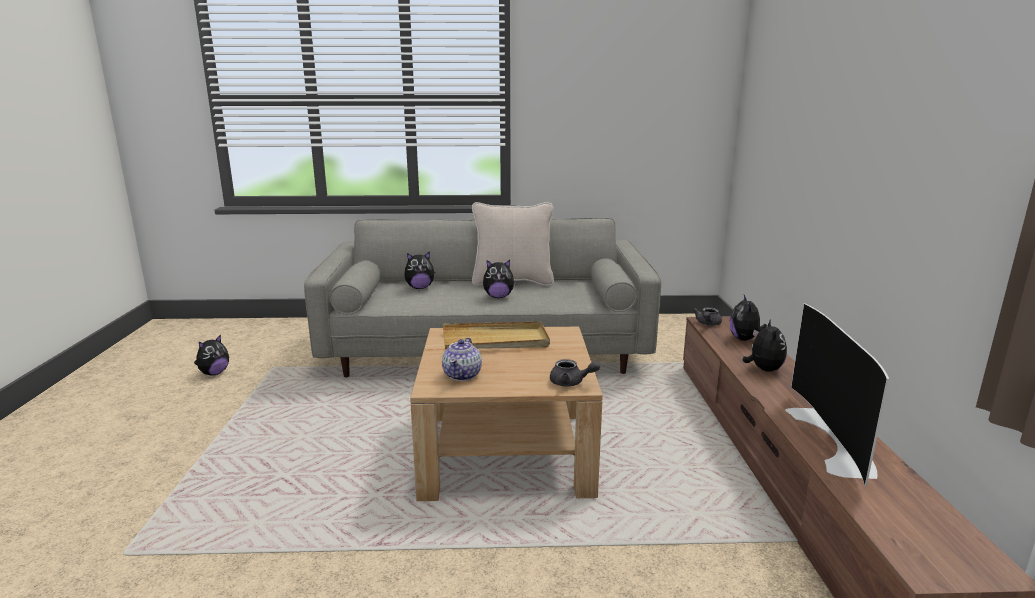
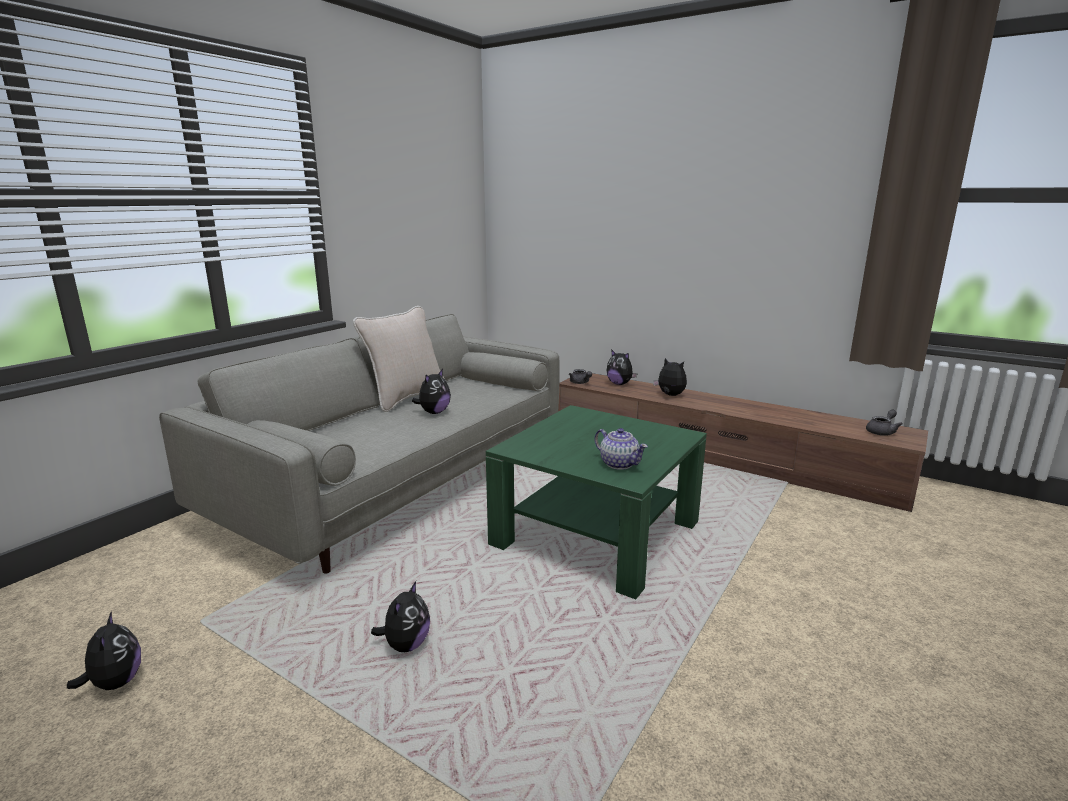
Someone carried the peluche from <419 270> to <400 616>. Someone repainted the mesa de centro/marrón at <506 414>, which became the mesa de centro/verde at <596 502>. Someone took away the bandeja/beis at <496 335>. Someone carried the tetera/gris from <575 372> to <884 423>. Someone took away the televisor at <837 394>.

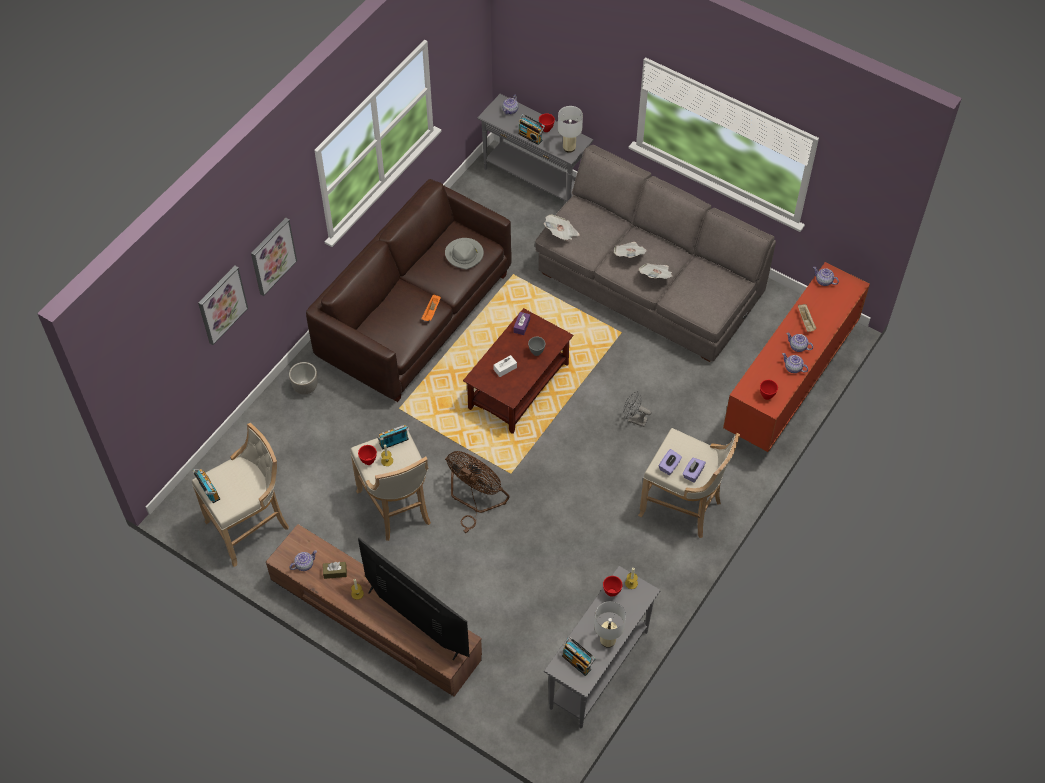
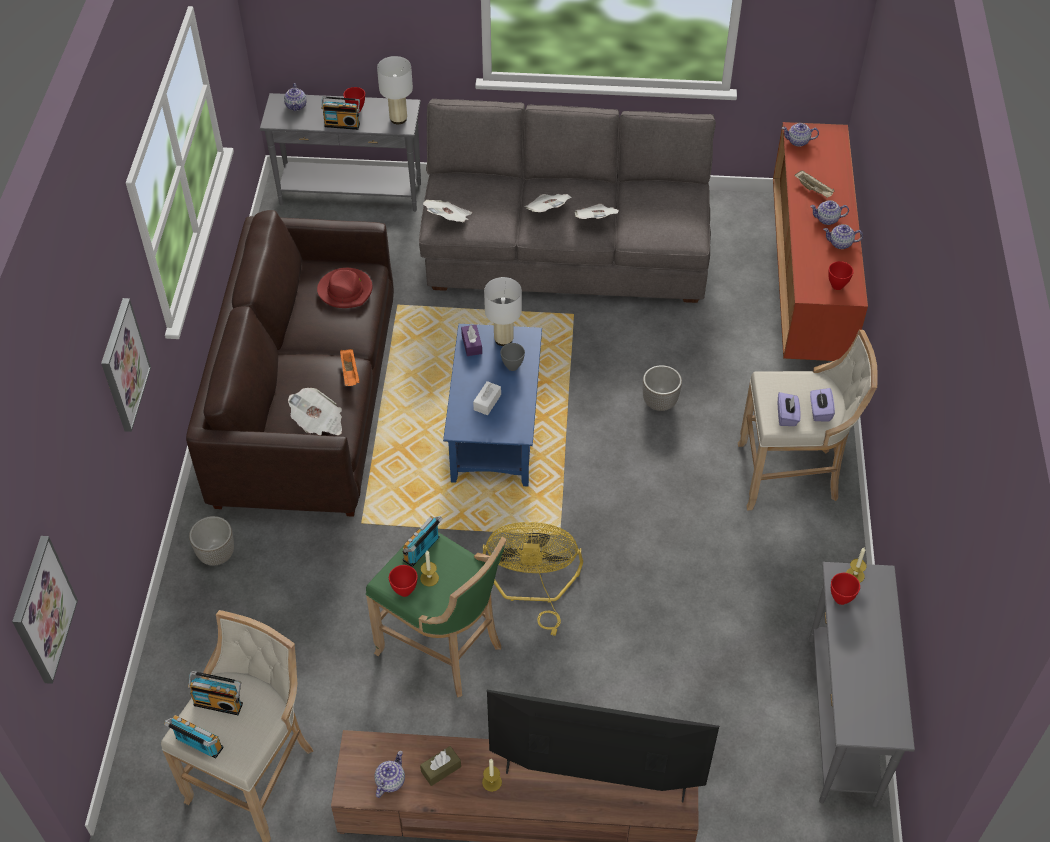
Someone carried the cuadro from <223 305> to <45 610>. Someone repainted the taburete/beis at <390 486>, which became the taburete/verde at <436 614>. Someone repainted the sombrero/gris at <464 254>, which became the sombrero/rojo at <345 288>. Someone repainted the ventilador/marrón at <477 492>, which became the ventilador/amarillo at <533 579>. Someone repainted the mesa de centro/marrón at <518 371>, which became the mesa de centro/azul at <492 405>. Someone carried the radio from <579 656> to <215 693>. Someone carried the lámpara de mesa/blanco from <610 624> to <503 311>. Someone swapped the ventilador/gris at <637 409> for the maceta at <662 388>. Someone put down the periódico at <315 411>.

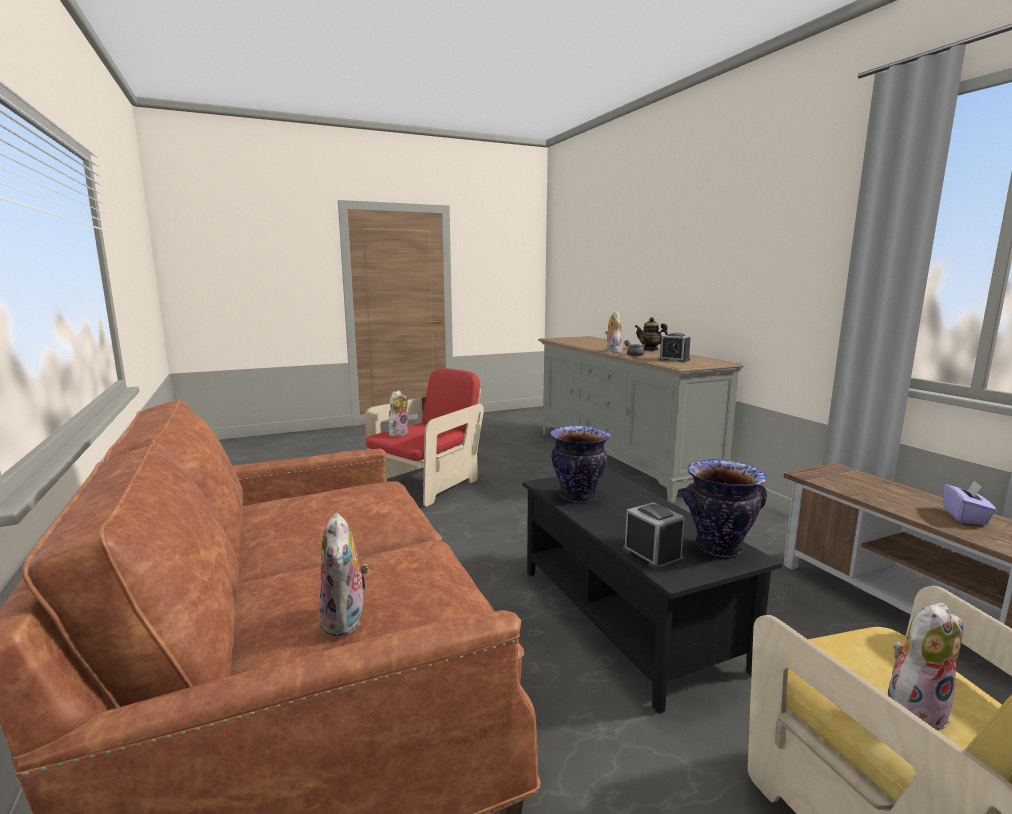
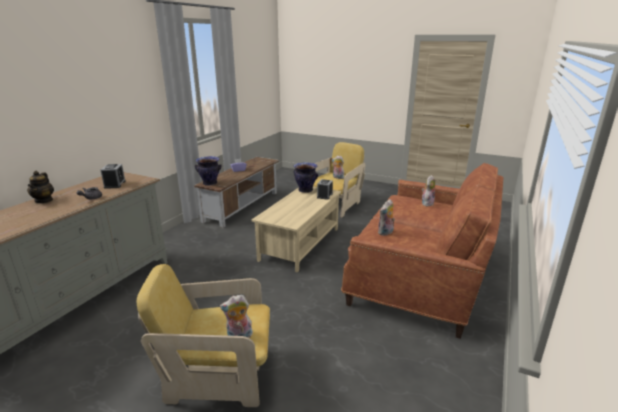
Someone repainted the sillón/rojo at <424 437>, which became the sillón/amarillo at <203 335>. Someone repainted the mesa de centro/negro at <652 591>, which became the mesa de centro/beis at <296 229>. Someone carried the florero from <580 464> to <208 171>. Someone carried the peluche from <614 332> to <386 217>.

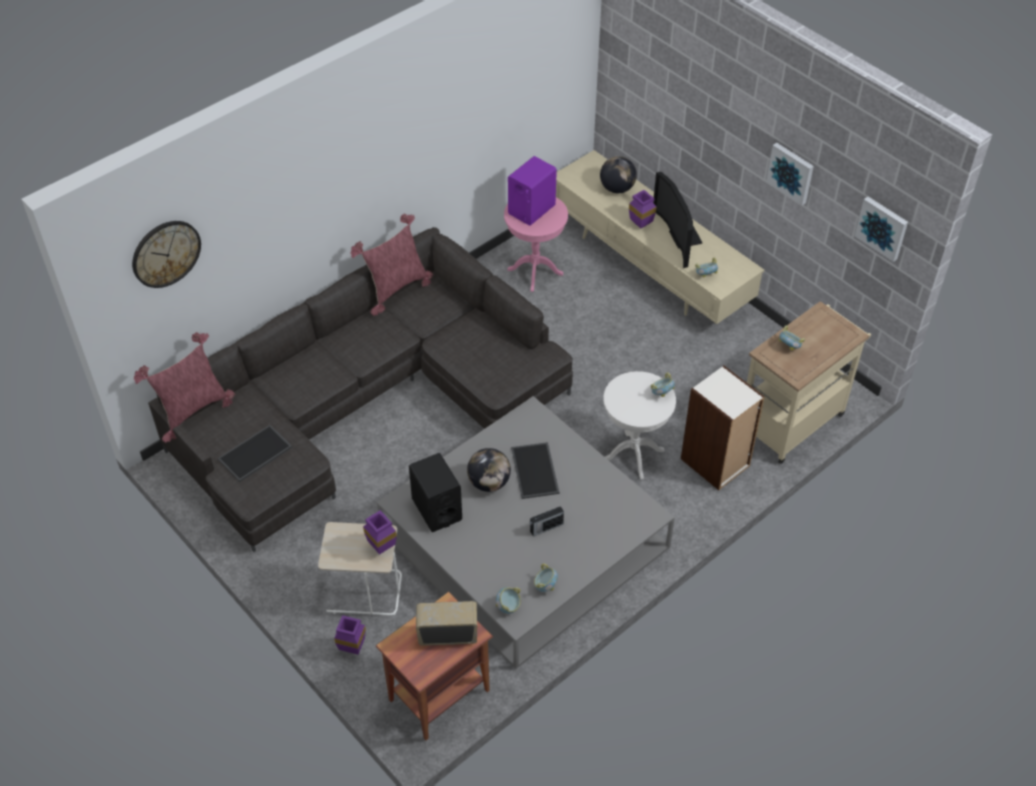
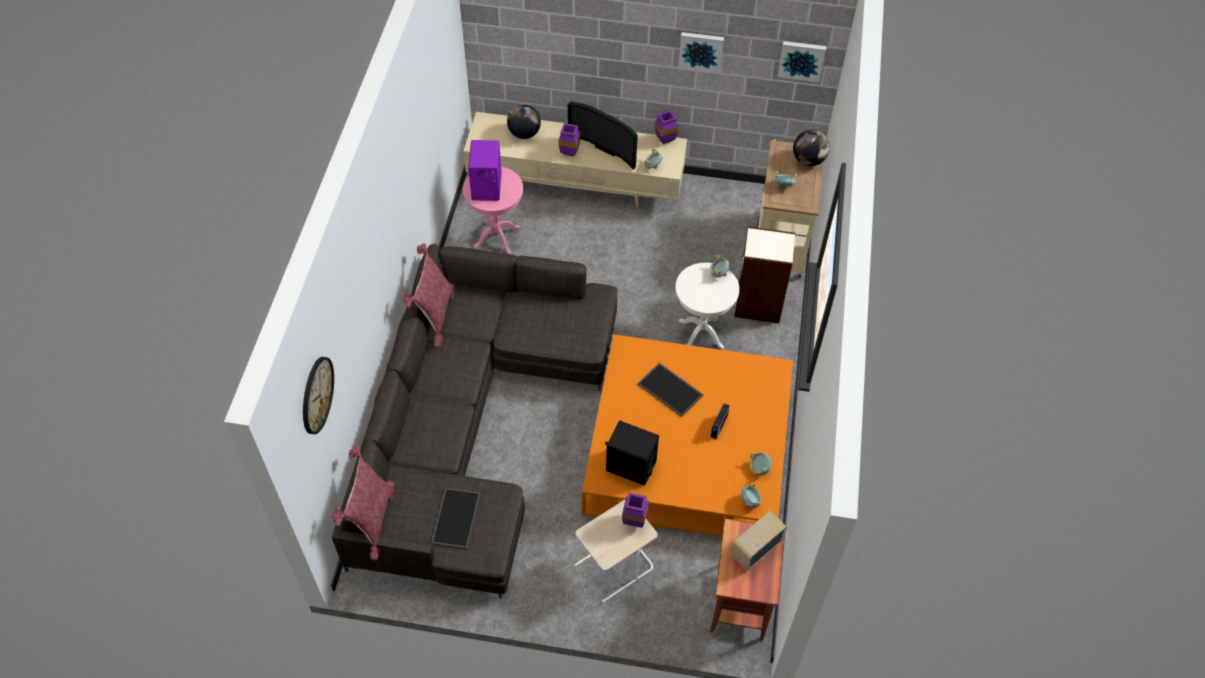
Someone carried the florero/morado from <350 635> to <666 127>. Someone repainted the mesa de centro/gris at <526 532>, which became the mesa de centro/naranja at <687 435>. Someone carried the globo terráqueo from <489 470> to <811 148>.

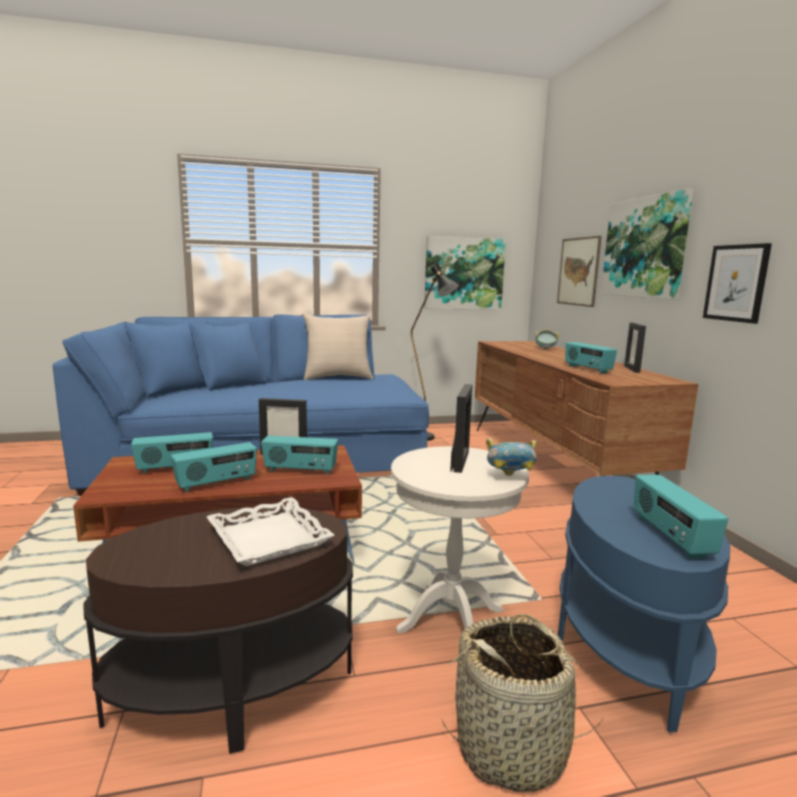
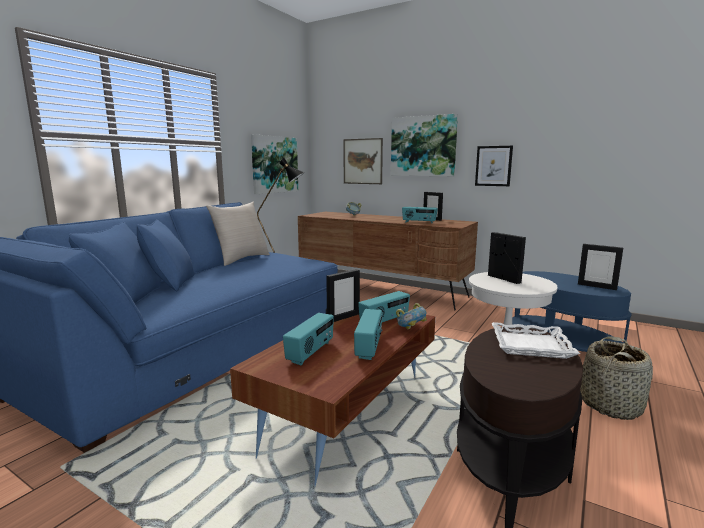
Someone carried the cuenco from <511 457> to <411 316>. Someone swapped the radio at <680 517> for the portarretratos at <600 267>.

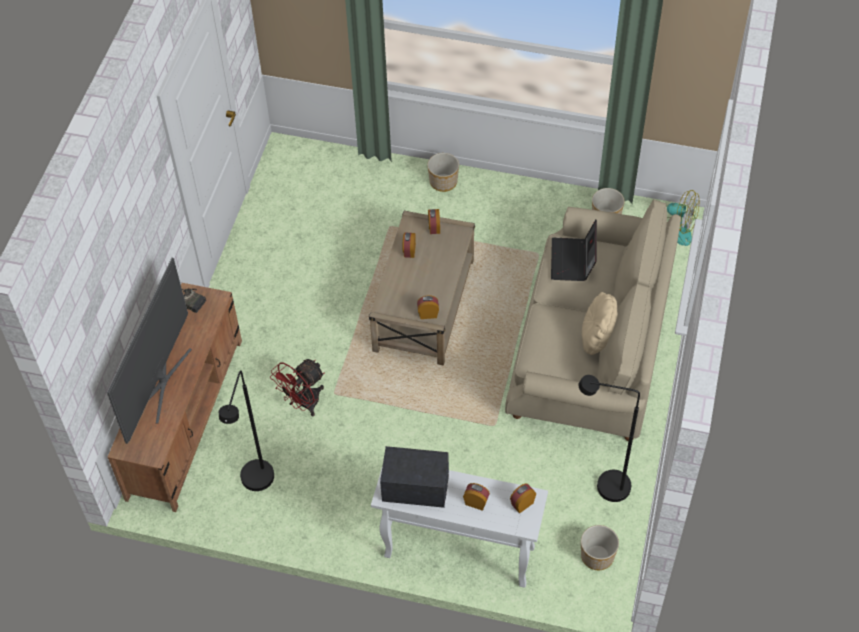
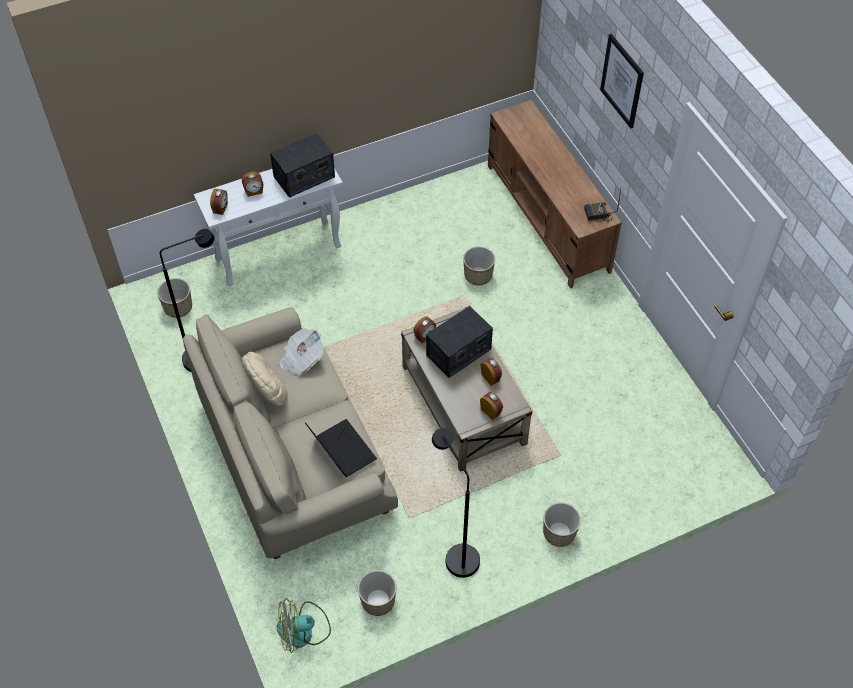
Someone took away the televisor at <149 350>. Someone carried the lámpara de pie/negro from <246 430> to <456 503>. Someone swapped the ventilador/rojo at <297 387> for the maceta at <479 265>. Someone put down the periódico at <301 352>. Someone put down the radio at <459 342>. Someone put up the cuadro at <622 81>.

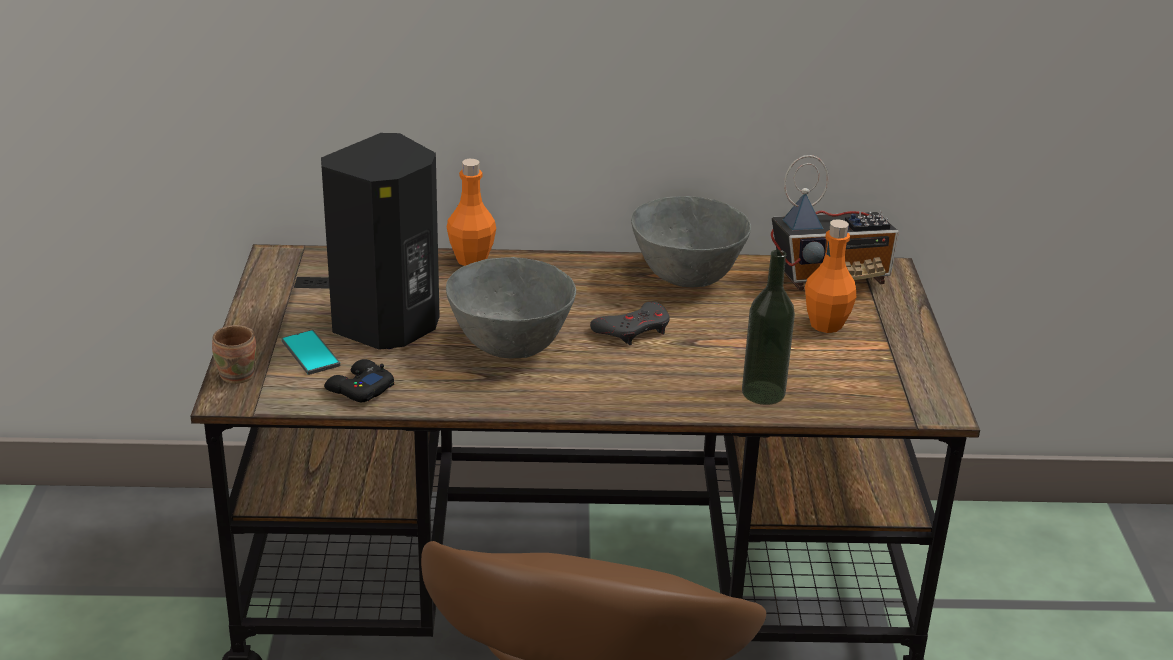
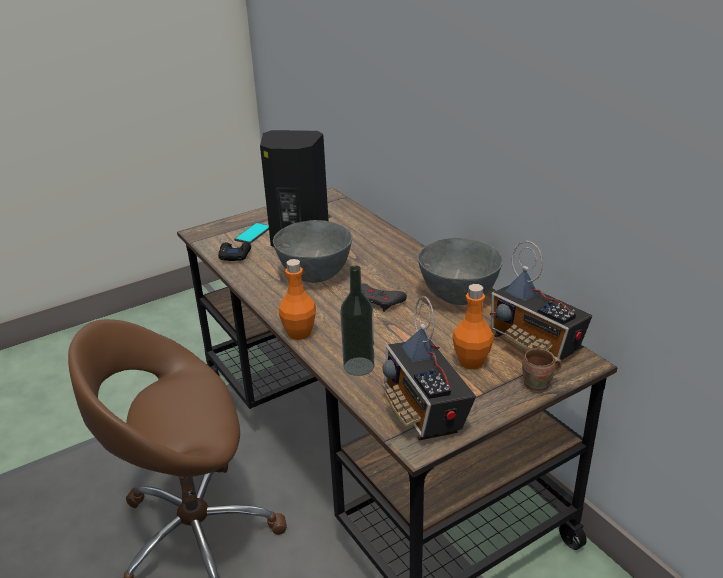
Someone carried the taza grande/marrón from <234 354> to <542 370>. Someone carried the botella/naranja from <471 212> to <297 299>. Someone put down the radio at <429 368>.

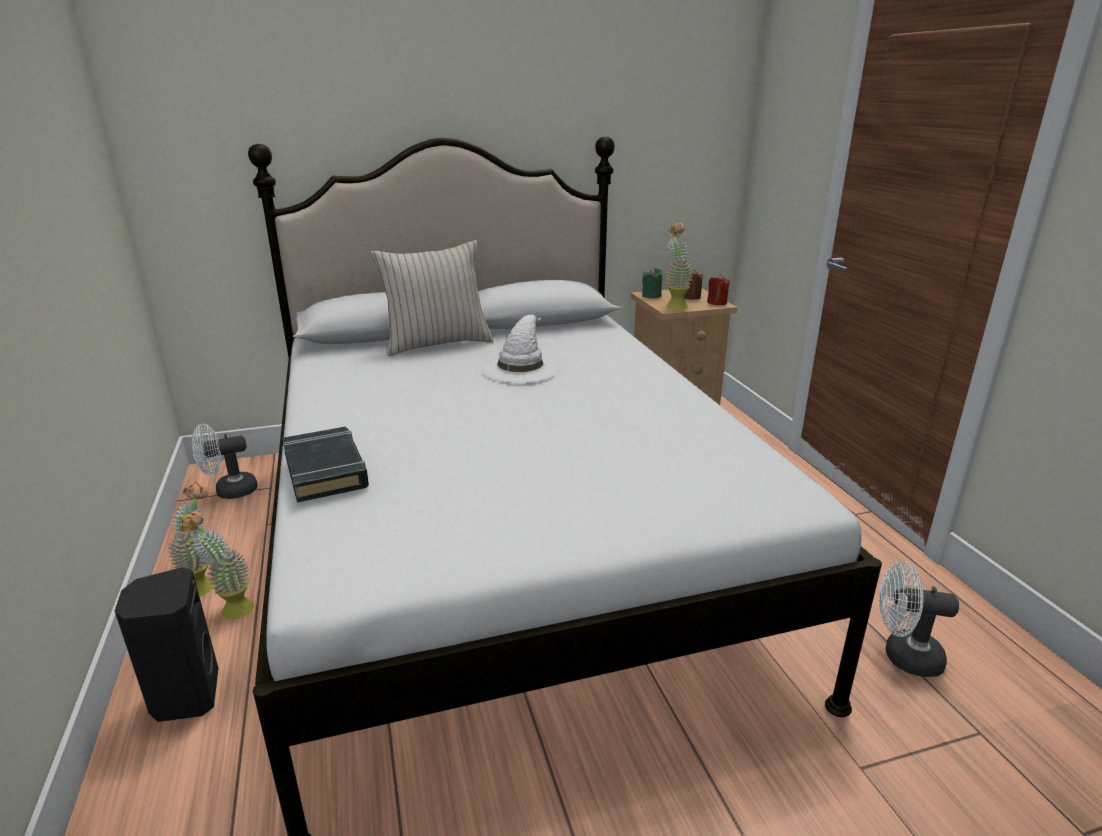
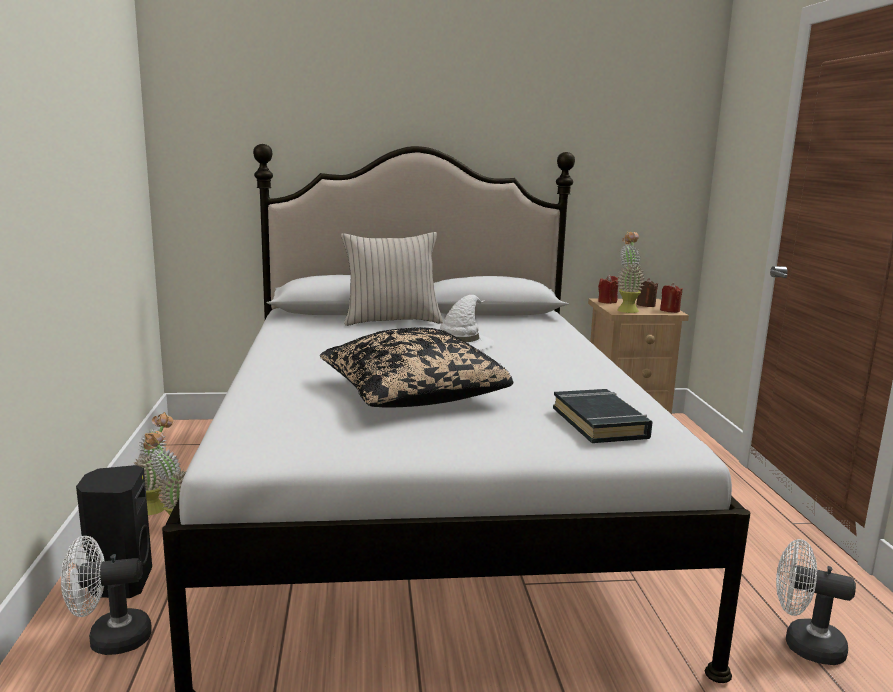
Someone carried the ventilador/blanco from <225 461> to <106 595>. Someone carried the libro/negro from <325 465> to <602 416>. Someone repainted the vela/verde at <652 283>, which became the vela/rojo at <608 289>. Someone put down the cojín/negro at <417 367>.

